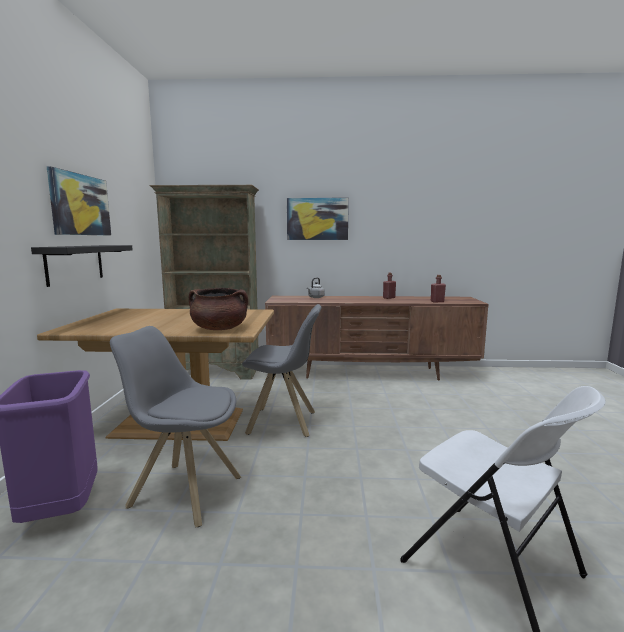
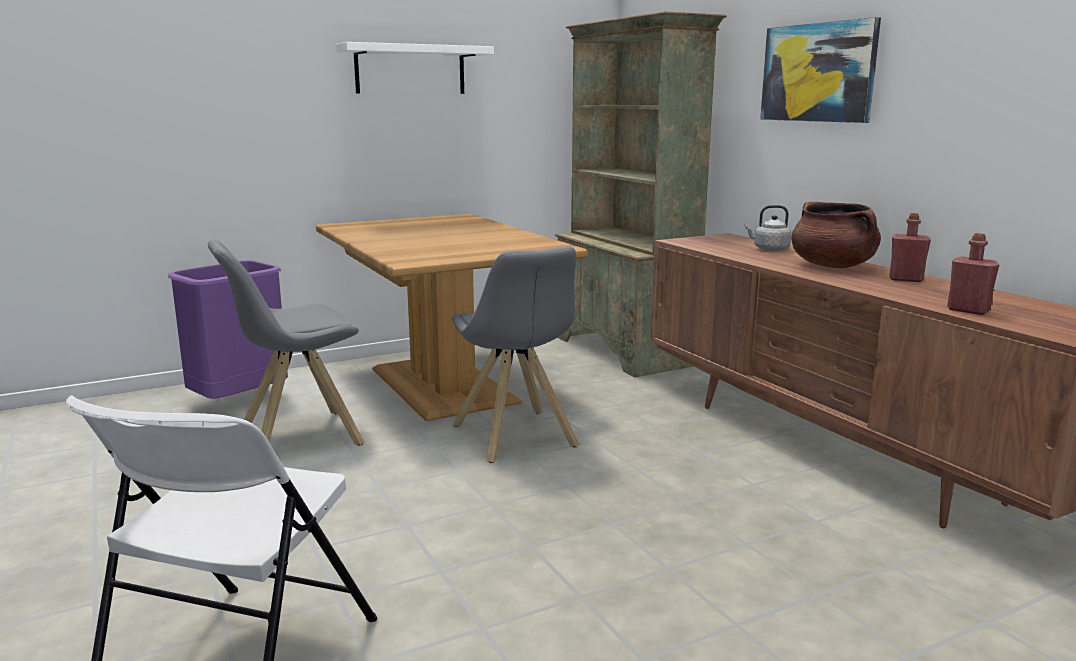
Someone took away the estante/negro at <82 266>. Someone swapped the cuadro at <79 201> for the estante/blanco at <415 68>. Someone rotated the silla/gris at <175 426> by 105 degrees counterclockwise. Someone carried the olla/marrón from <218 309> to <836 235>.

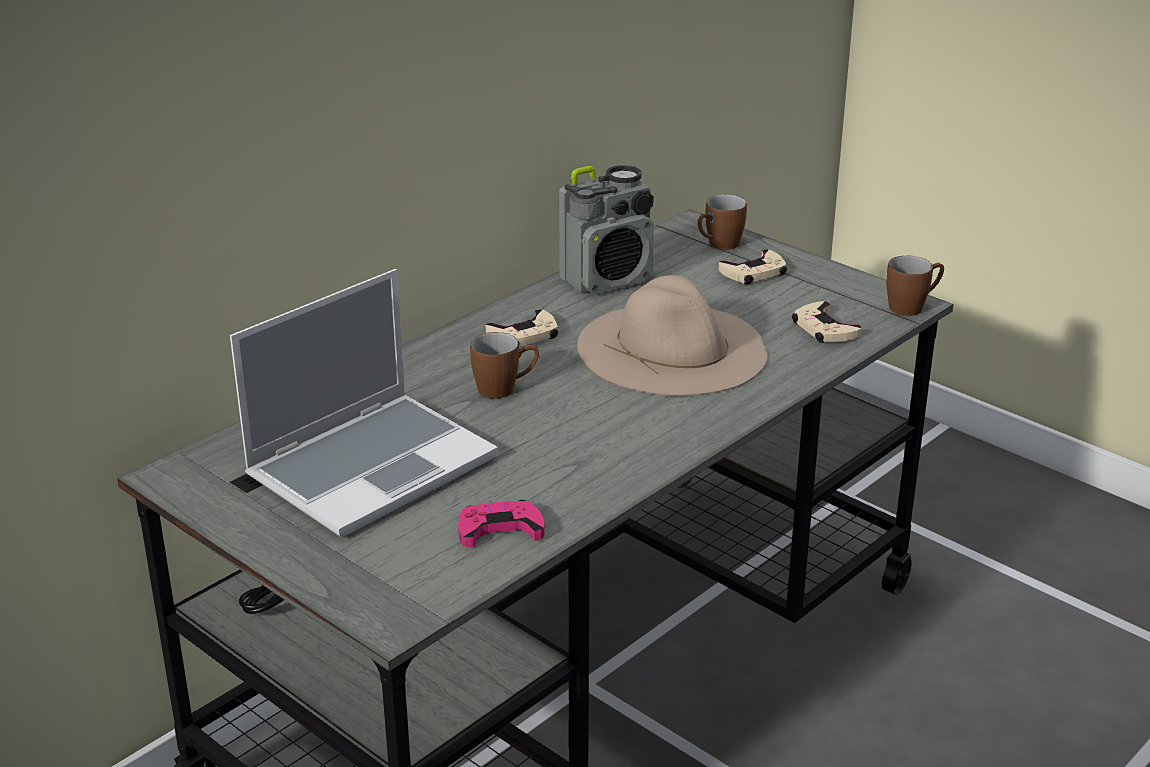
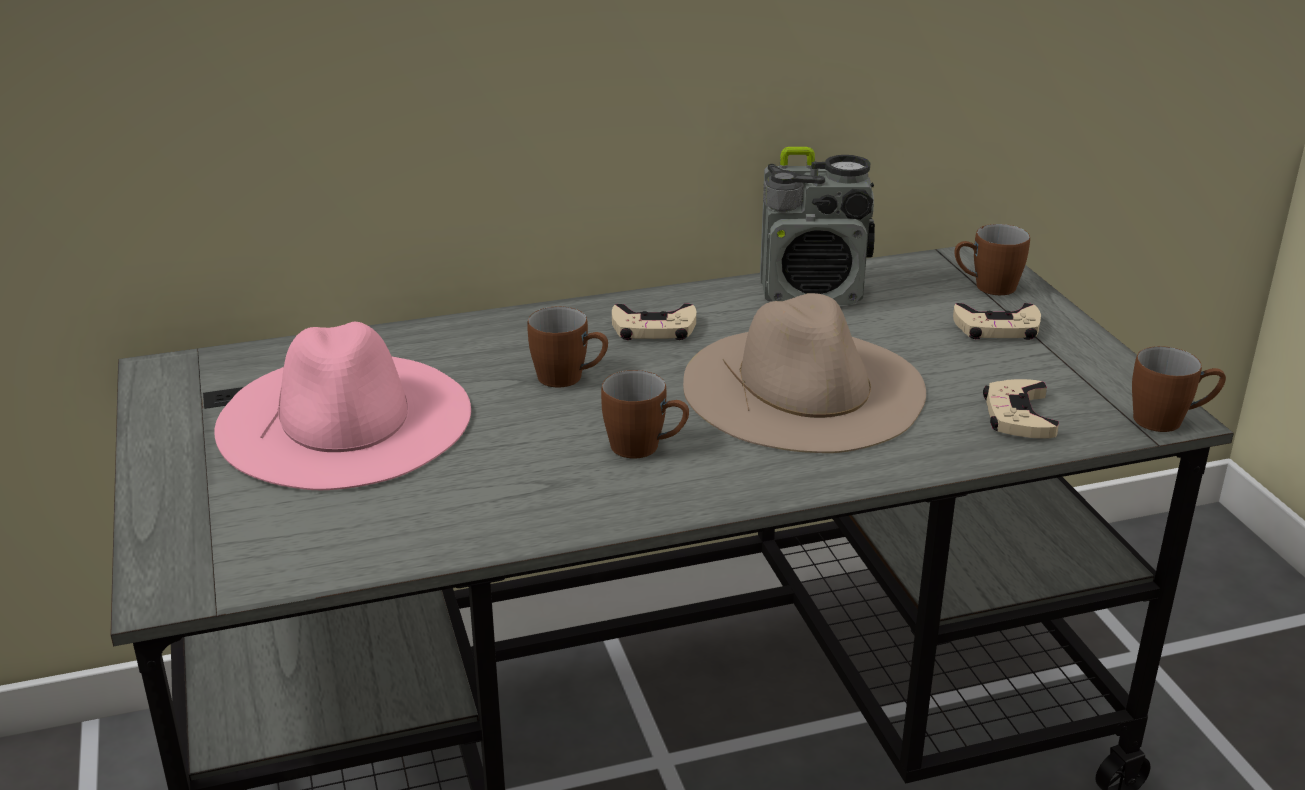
Someone swapped the portátil at <364 403> for the sombrero/rosa at <342 405>. Someone took away the mando de consola/rosa at <501 523>. Someone put down the taza grande/marrón at <645 414>.

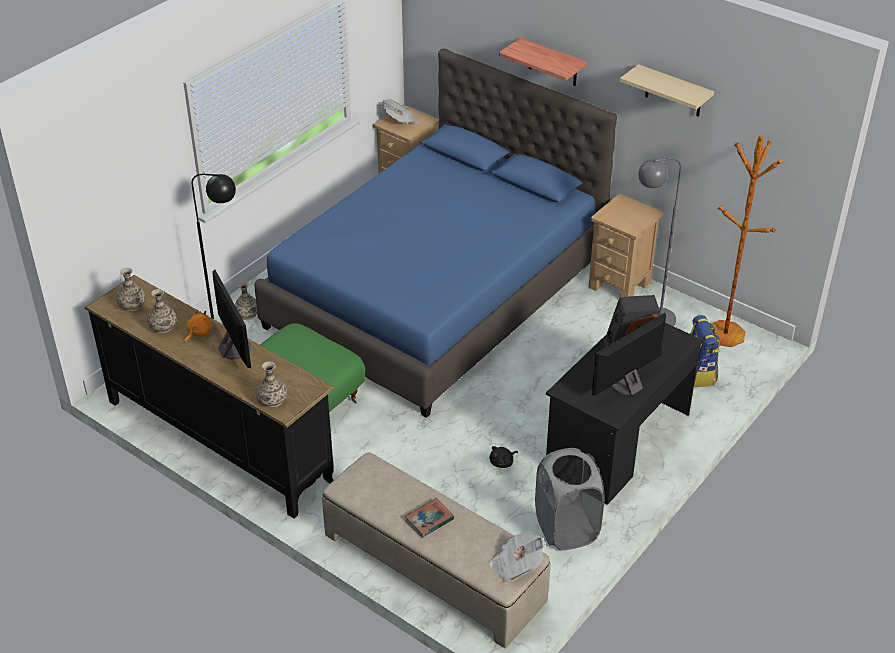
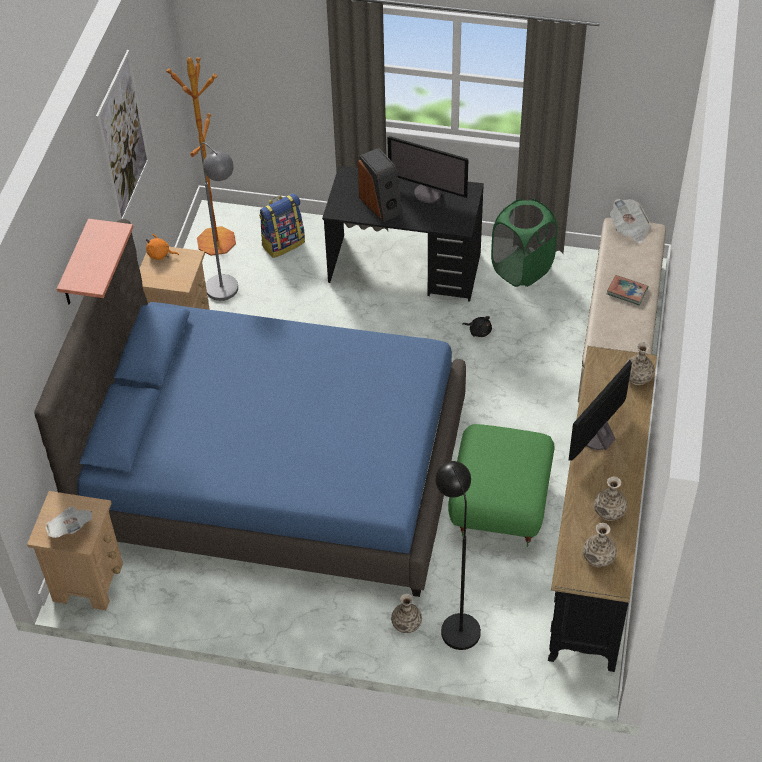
Someone carried the peluche/naranja from <198 326> to <162 247>. Someone repainted the cesto de la ropa/gris at <570 499>, which became the cesto de la ropa/verde at <524 243>. Someone swapped the estante/beis at <667 90> for the cuadro at <123 135>.

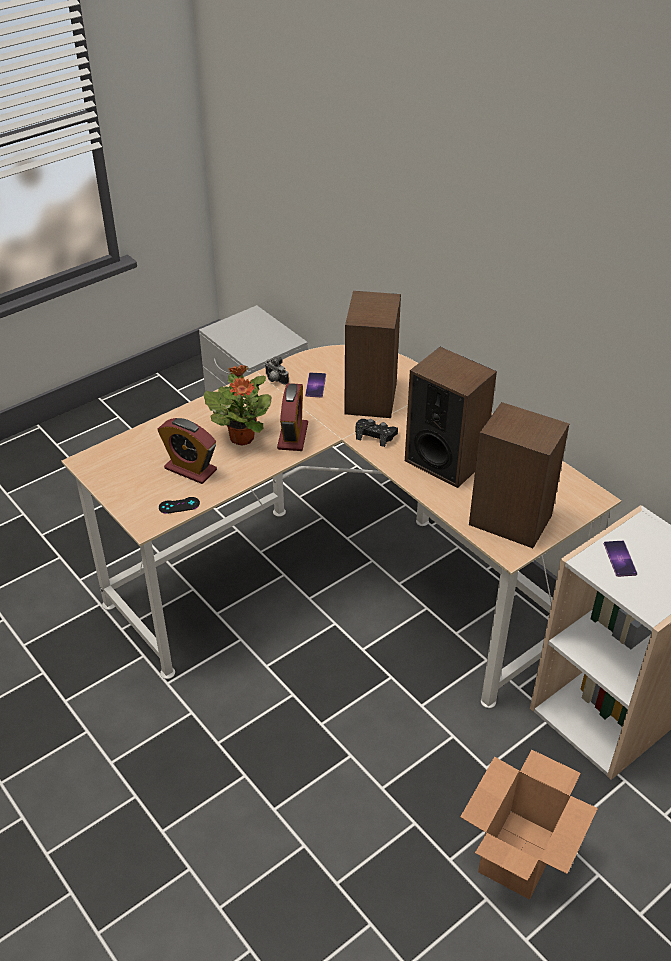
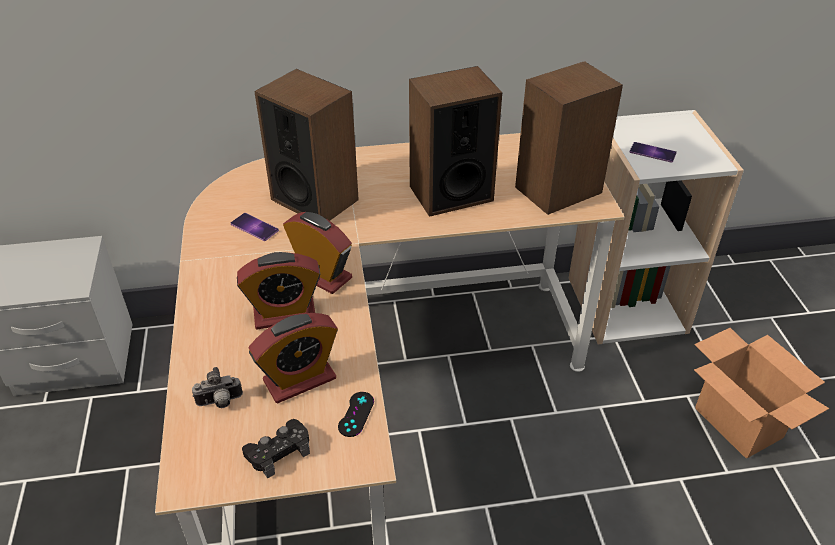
Someone swapped the planta en maceta at <237 405> for the despertador at <279 290>. Someone carried the cámara from <277 370> to <217 387>. Someone carried the mando de consola/negro from <376 433> to <276 448>.

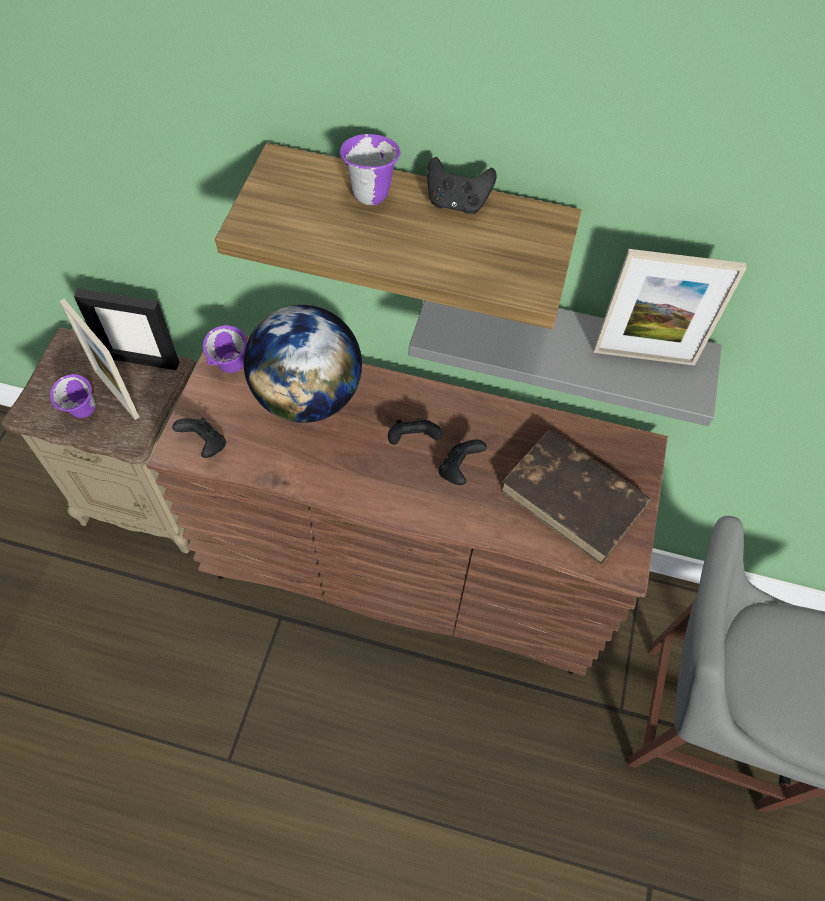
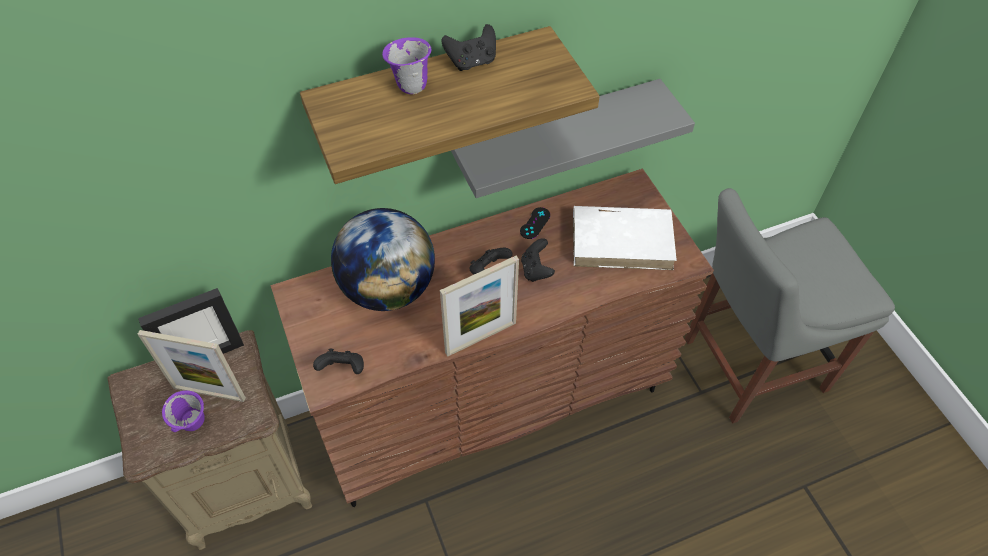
Someone took away the taza grande/morado at <225 349>. Someone repainted the libro/marrón at <576 497>, which became the libro/blanco at <625 238>. Someone carried the portarretratos from <670 307> to <479 306>. Someone put down the mando de consola/negro at <535 223>.

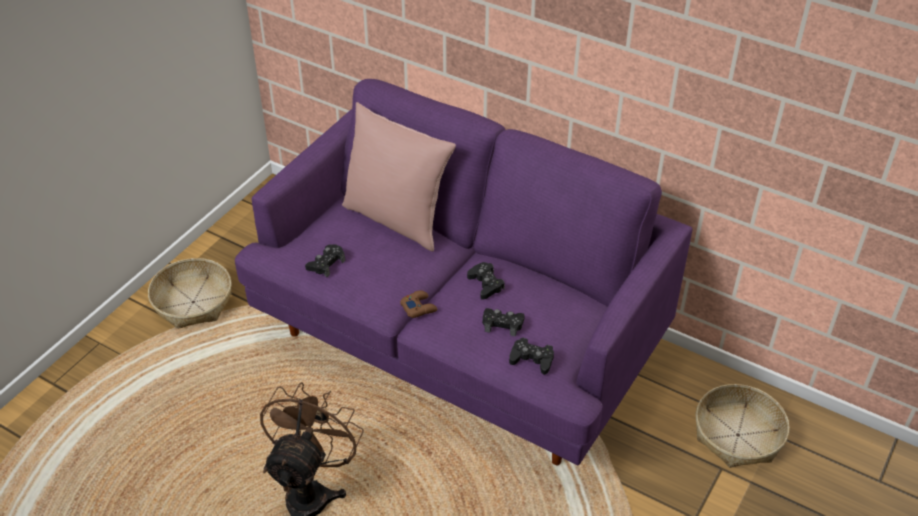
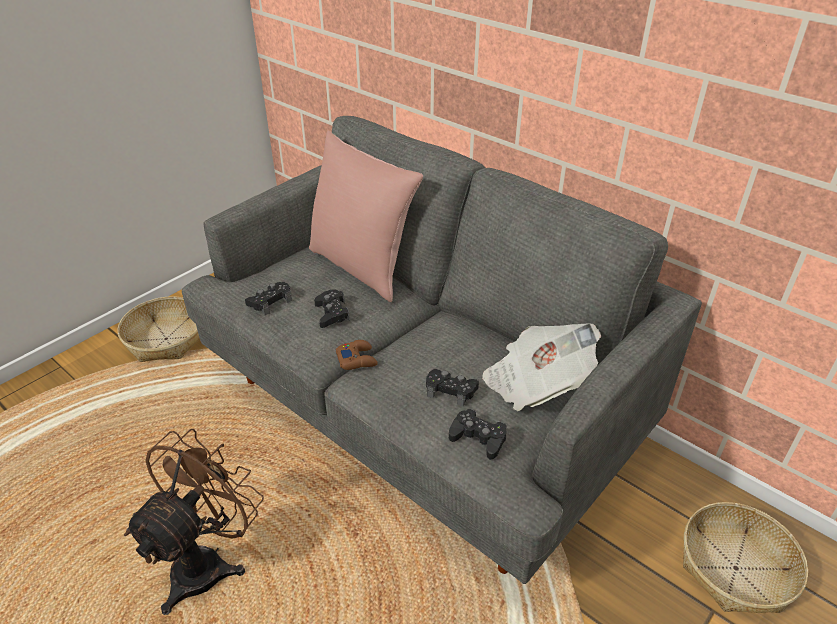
Someone repainted the sofá/morado at <464 272>, which became the sofá/gris at <442 350>. Someone carried the mando de consola/negro from <486 281> to <332 308>. Someone put down the periódico at <541 367>.

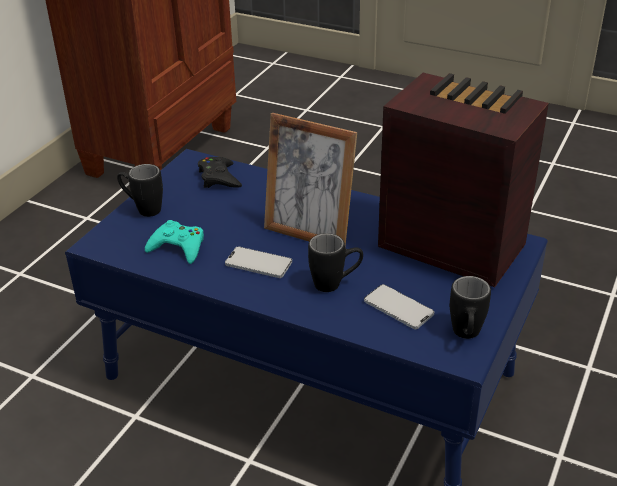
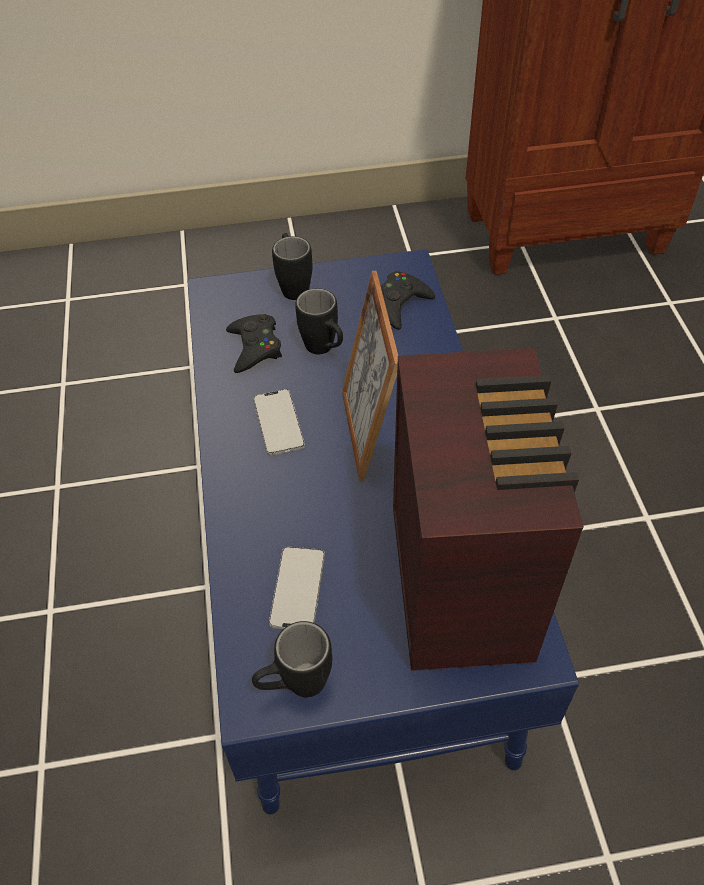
Someone repainted the mando de consola/turquesa at <174 242>, which became the mando de consola/negro at <254 343>. Someone carried the taza grande/negro from <335 262> to <319 321>.

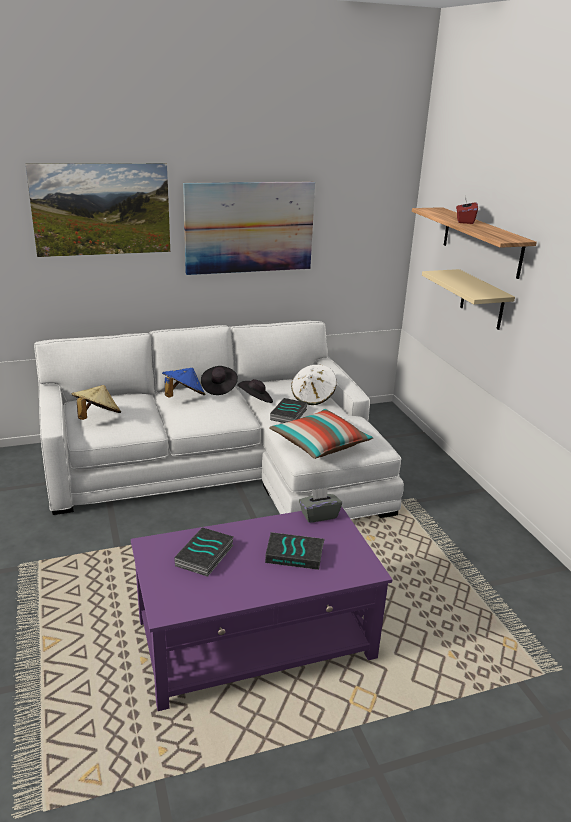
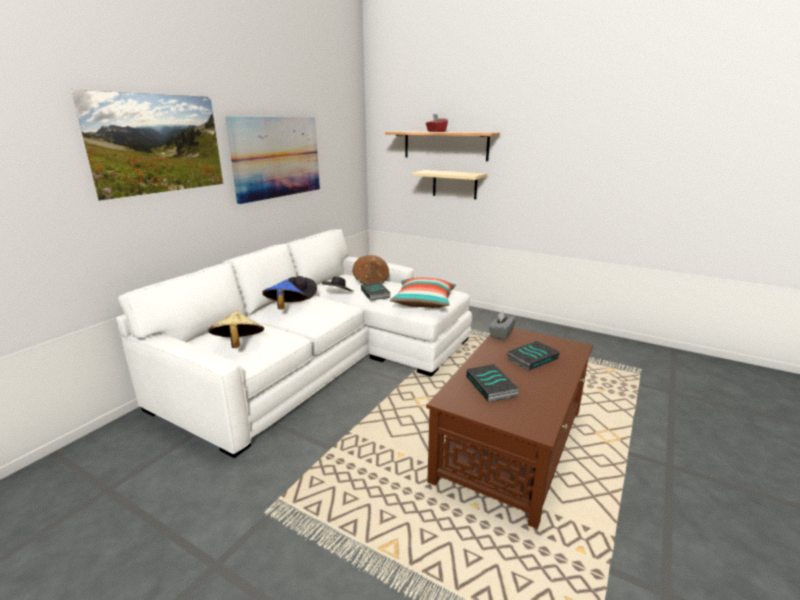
Someone repainted the mesa de centro/morado at <261 608>, which became the mesa de centro/marrón at <509 428>. Someone repainted the sombrero/blanco at <314 385>, which became the sombrero/marrón at <370 269>.

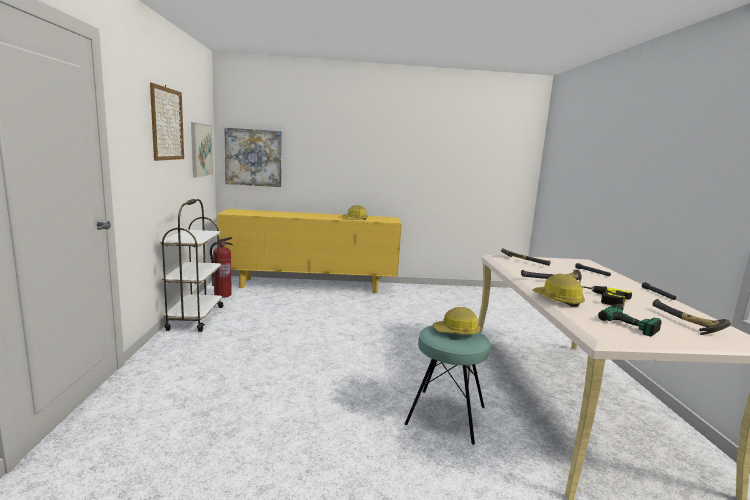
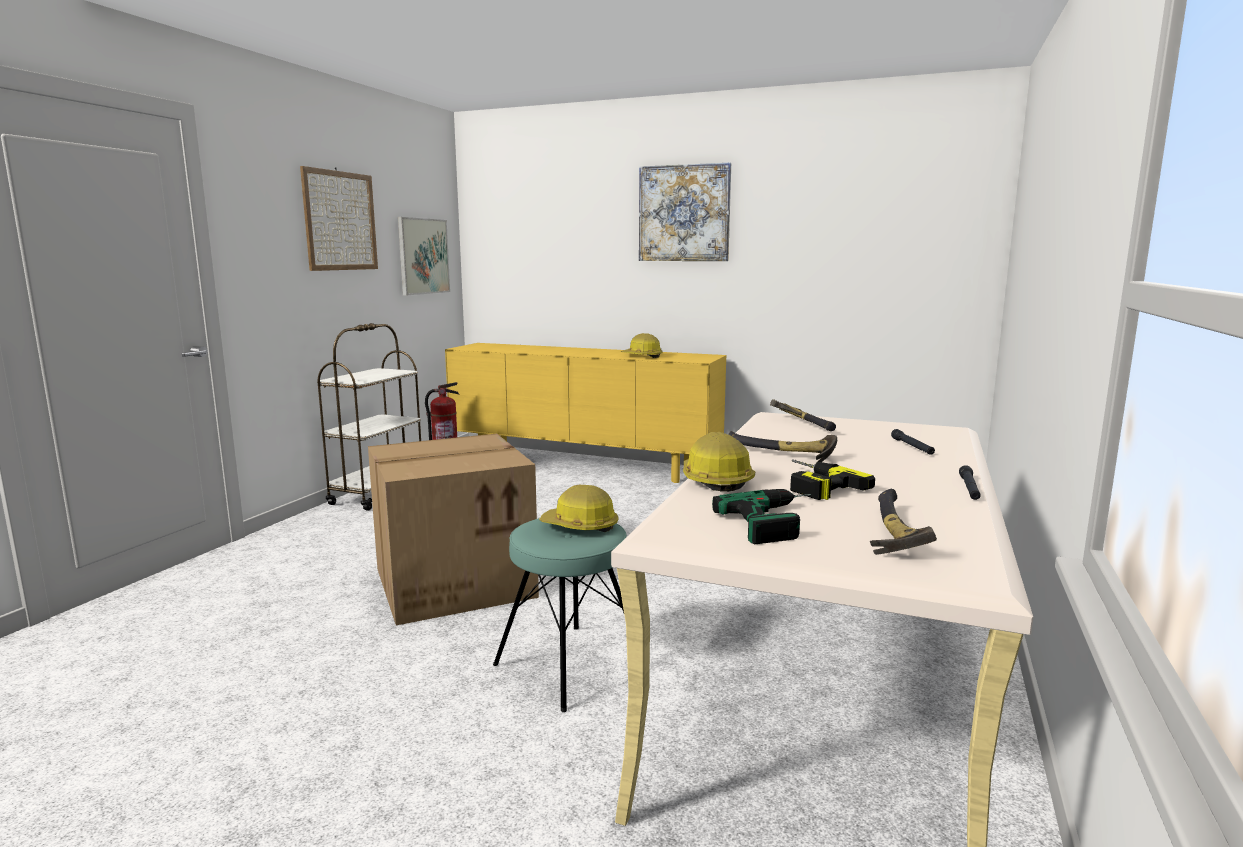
Someone carried the cuadro from <253 157> to <685 211>. Someone put down the caja de cartón at <453 529>.

